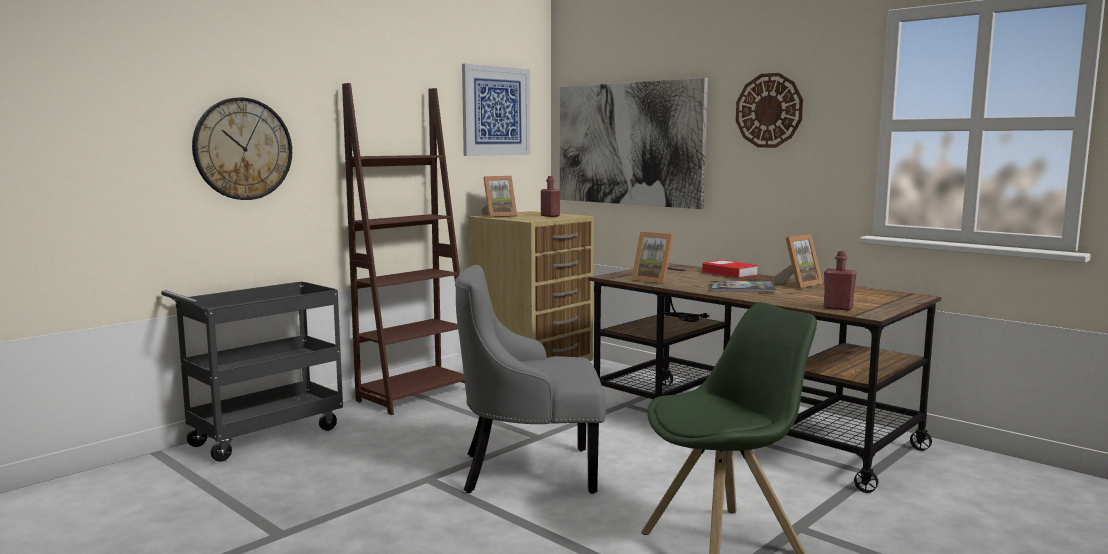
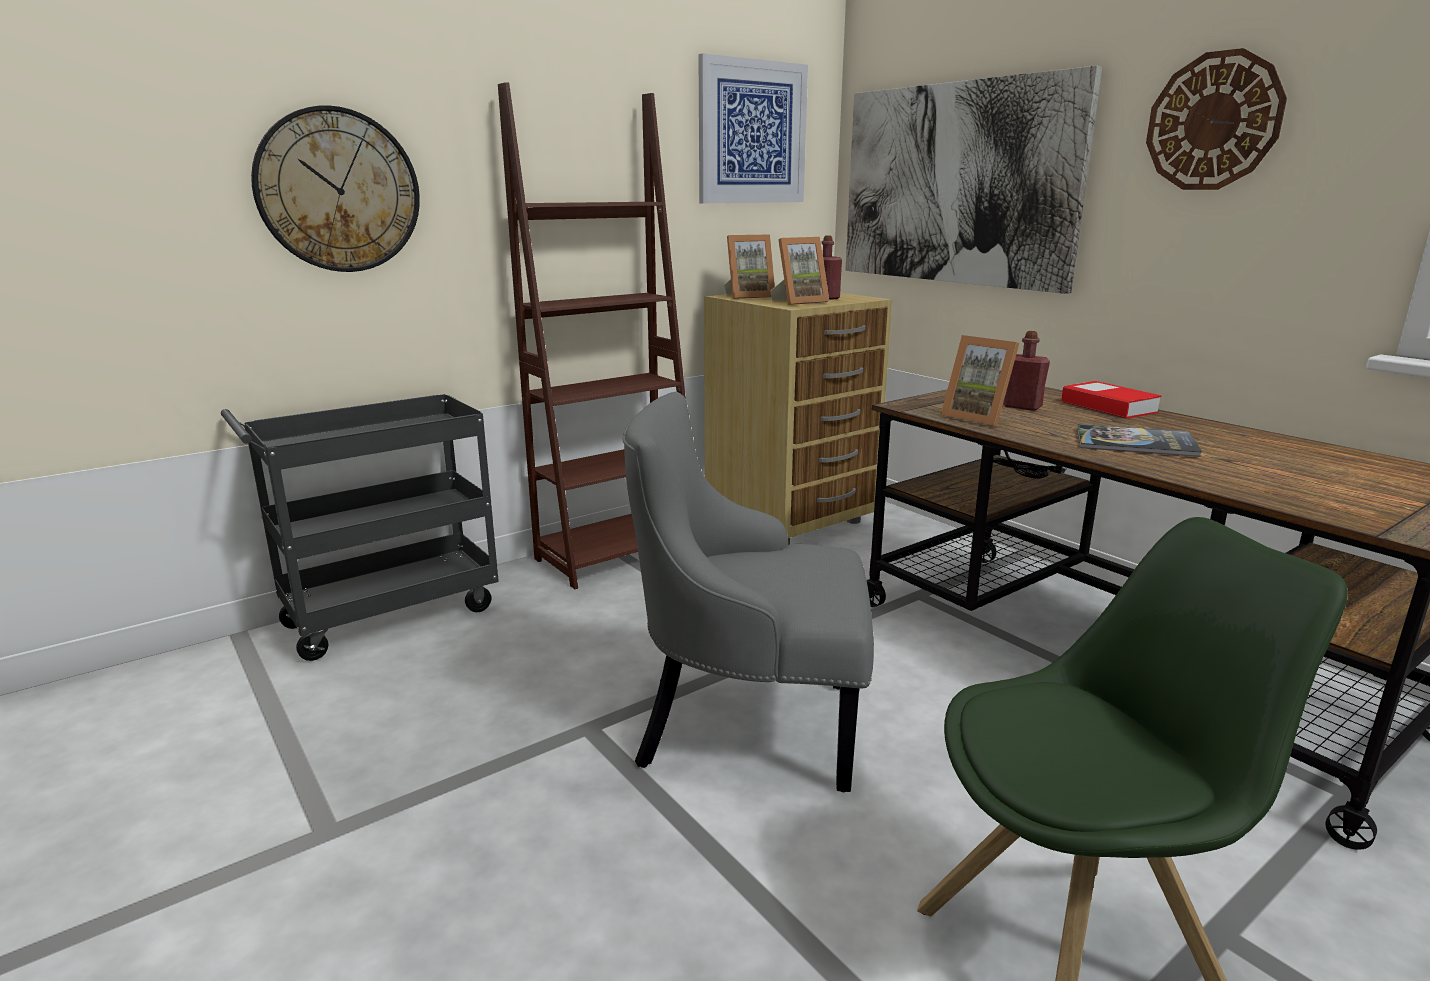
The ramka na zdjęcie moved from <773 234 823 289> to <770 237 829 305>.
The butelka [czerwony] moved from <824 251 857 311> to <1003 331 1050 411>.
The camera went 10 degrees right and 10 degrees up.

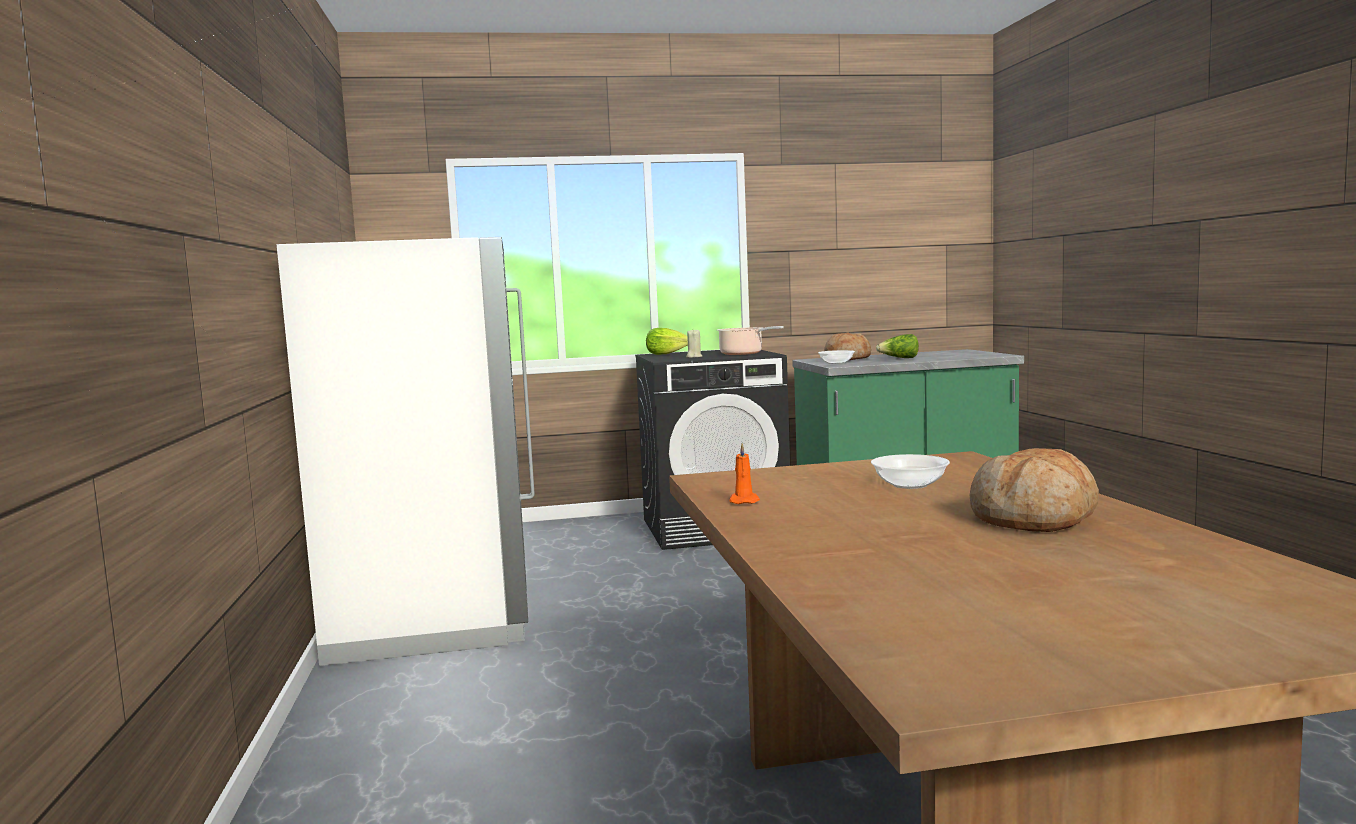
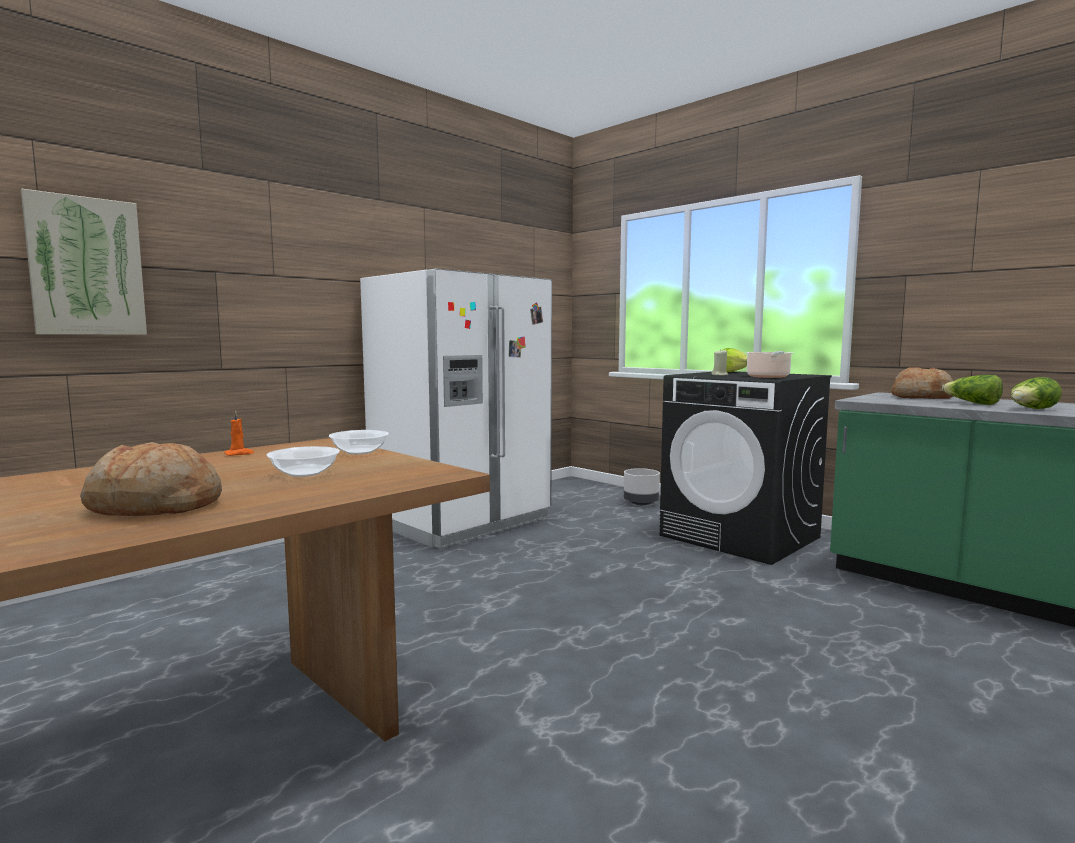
The miska moved from <818 350 855 364> to <329 430 389 454>.
The obraz at <21 189 147 335> appeared.
The donica [szary] at <624 468 660 505> appeared.
The sałata at <1011 377 1062 409> appeared.
The camera went 55 degrees right and 0 degrees up.

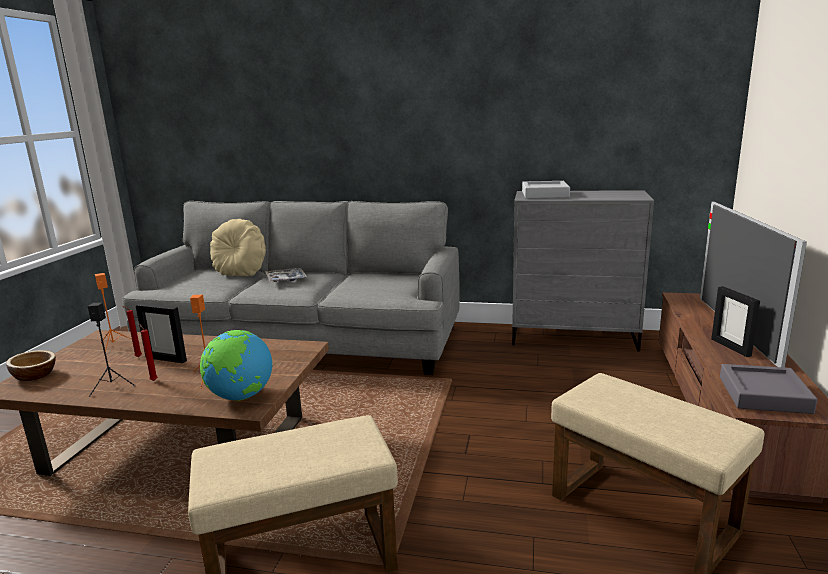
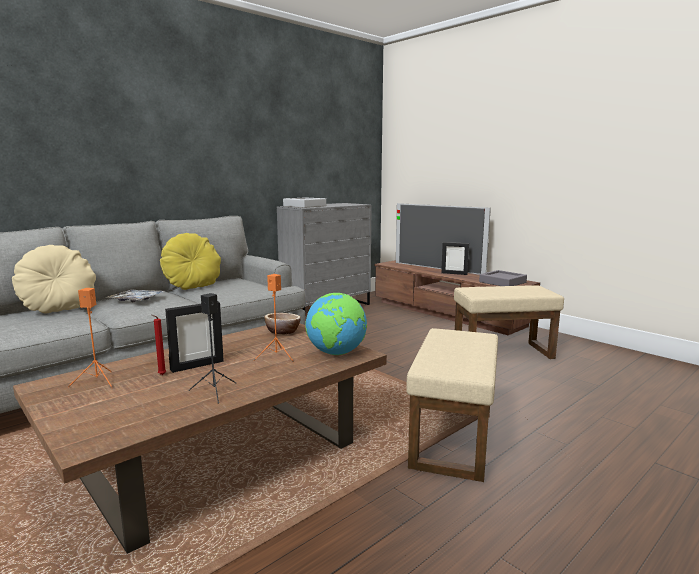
The miska moved from <6 350 56 381> to <265 313 301 334>.
The świeca [czerwony] at <140 324 157 381> disappeared.
The poduszka [żółty] at <160 233 221 290> appeared.
The camera went 55 degrees left and 5 degrees down.

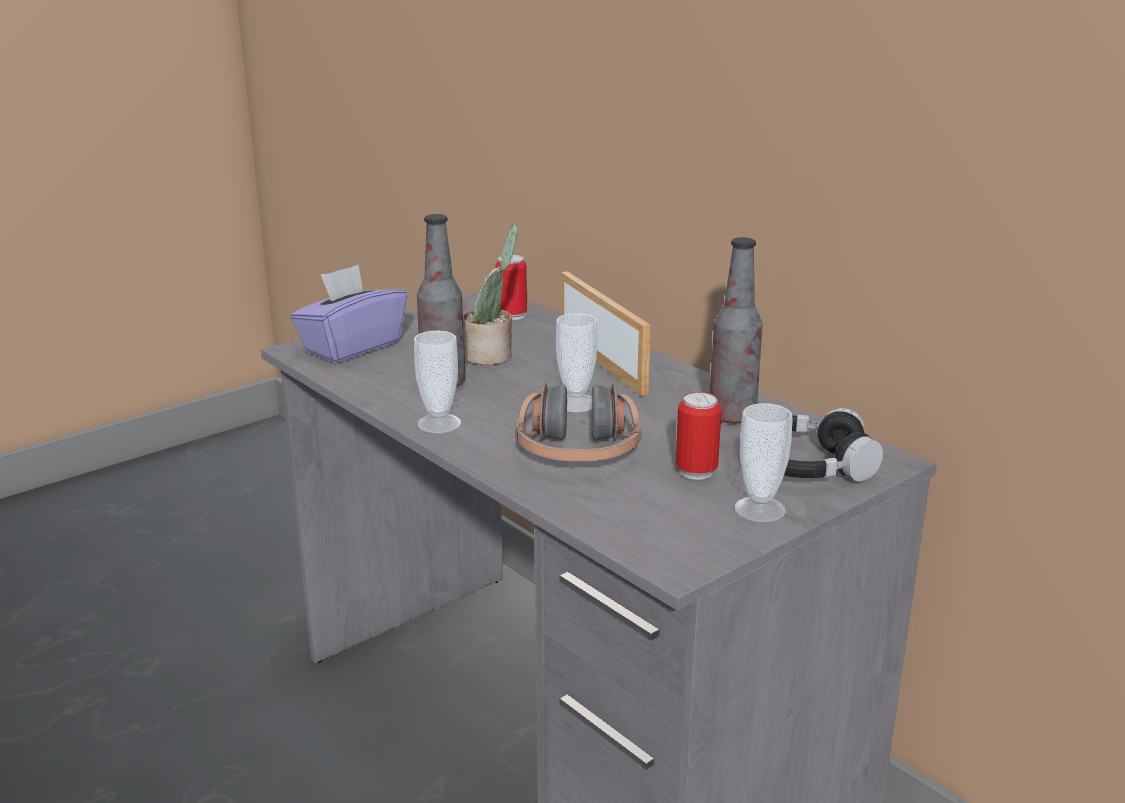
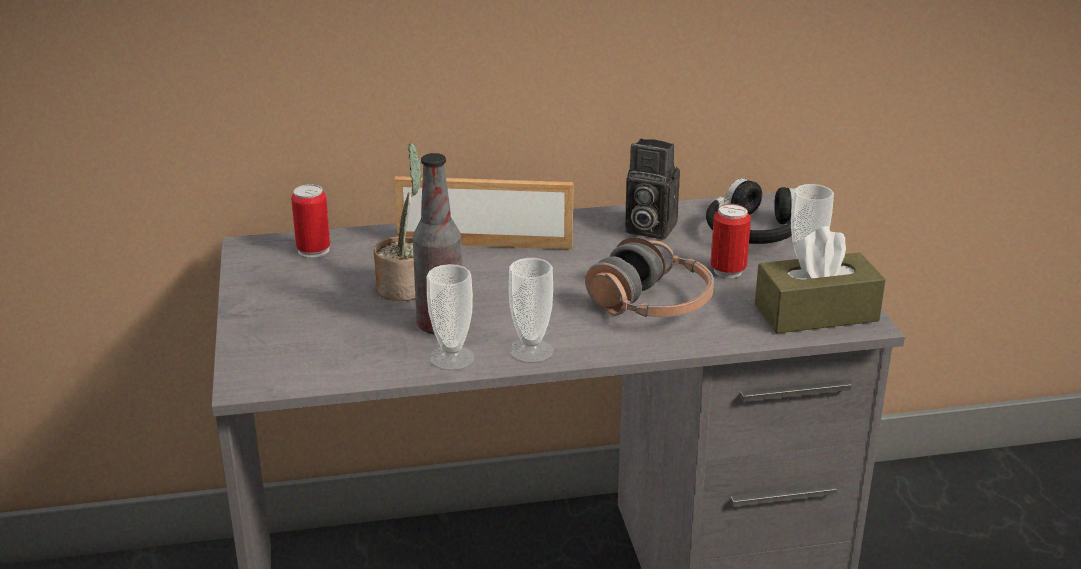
The pudełko chusteczek [fioletowy] at <290 265 407 363> disappeared.
The filiżanka moved from <556 313 597 412> to <427 264 475 370>.
The butelka at <710 237 763 423> was replaced by the aparat fotograficzny at <625 139 680 240>.
The pudełko chusteczek [brązowy] at <755 226 886 334> appeared.
The camera went 60 degrees left and 5 degrees up.

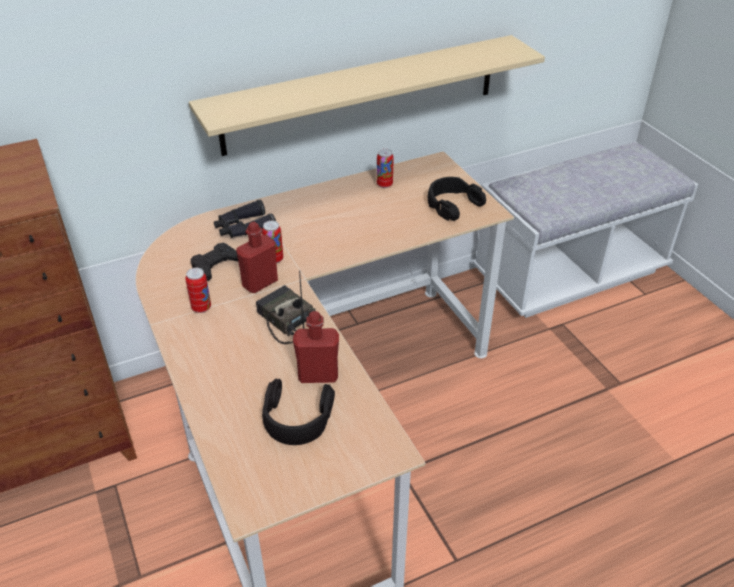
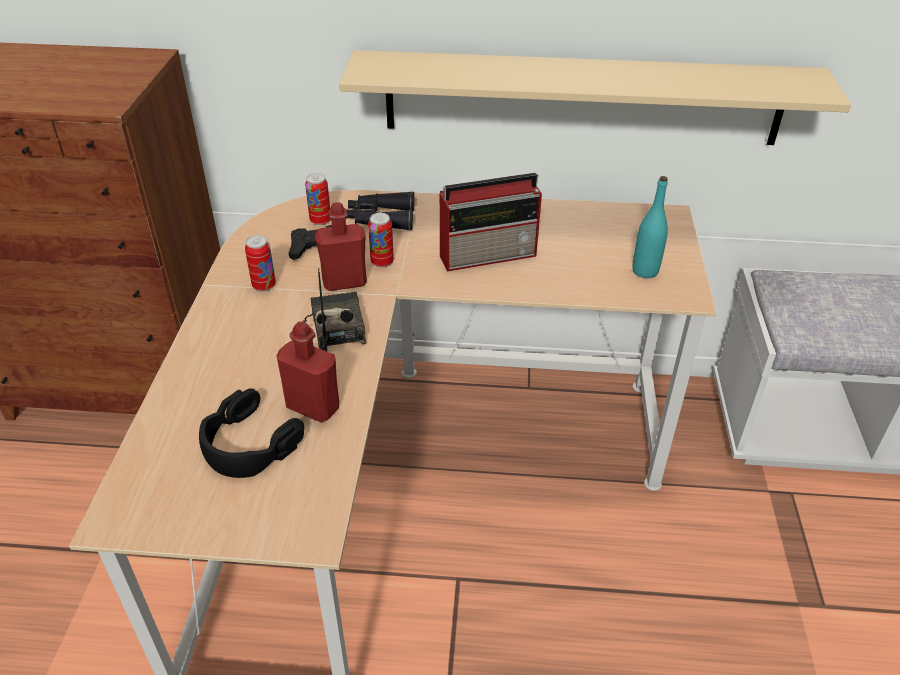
The puszka moved from <377 149 394 188> to <305 173 330 225>.
The słuchawki [czarny] at <428 177 486 221> was replaced by the butelka [turkusowy] at <633 176 668 278>.
The radio at <440 173 542 271> appeared.
The camera went 30 degrees right and 0 degrees up.

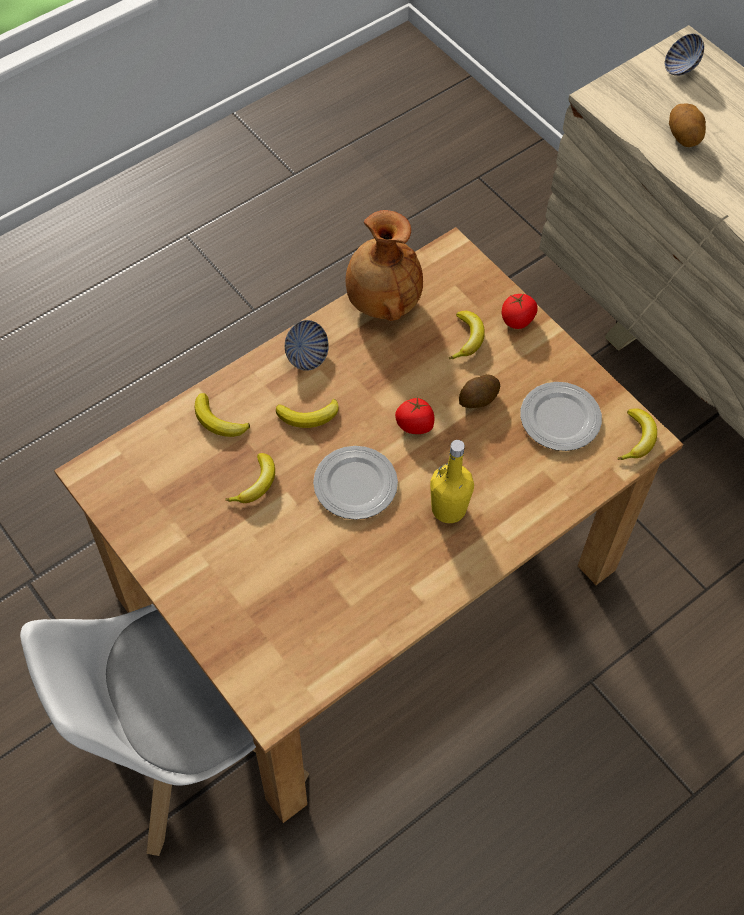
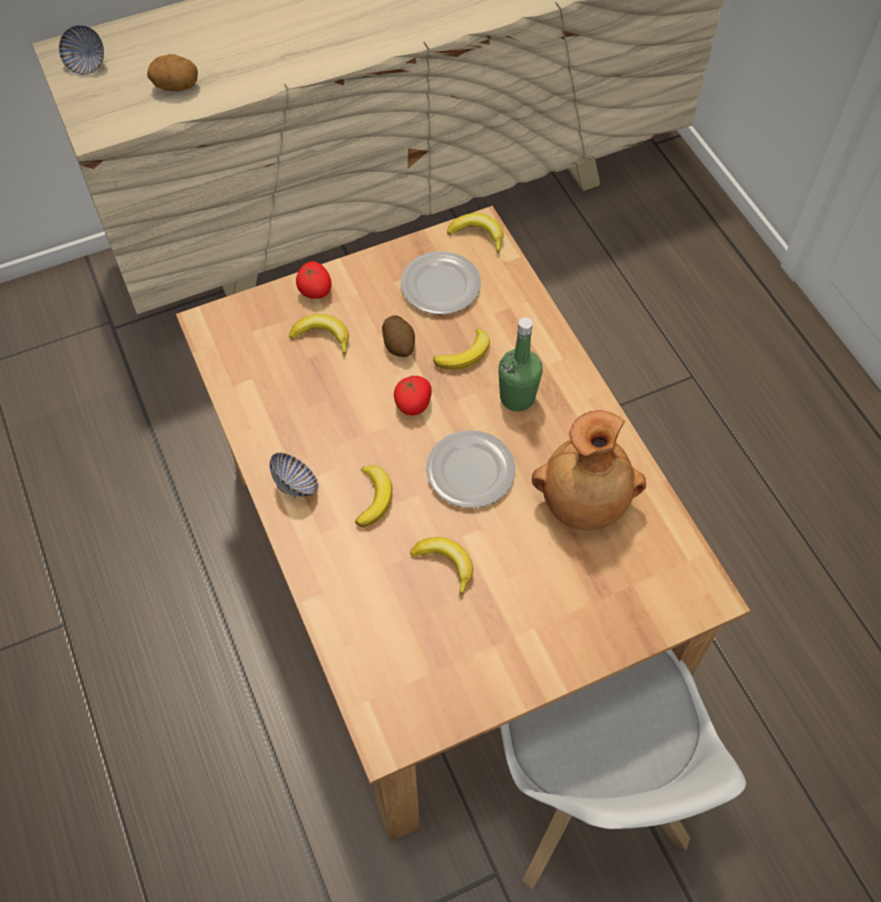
The banan moved from <195 393 250 437> to <433 329 490 370>.
The wazon [brązowy] moved from <346 210 423 321> to <532 410 646 531>.
The butelka [żółty] at <430 440 474 523> became the butelka [zielony] at <498 317 543 411>.
The camera went 75 degrees left and 0 degrees up.

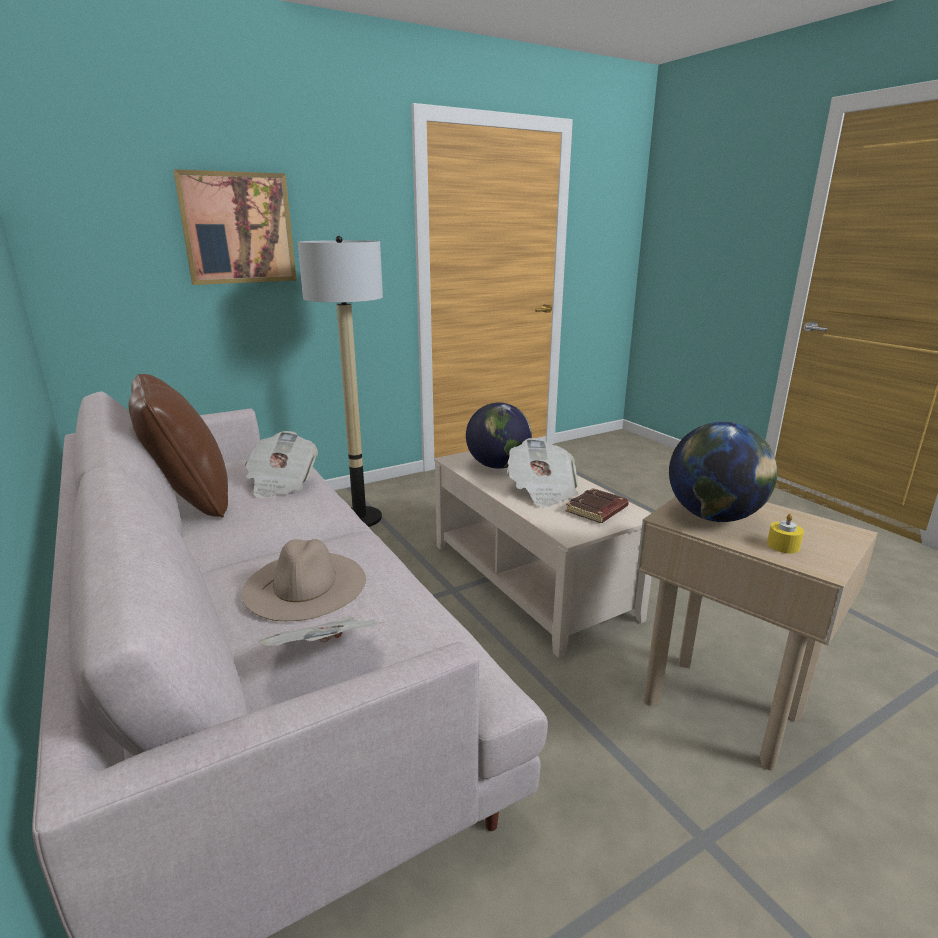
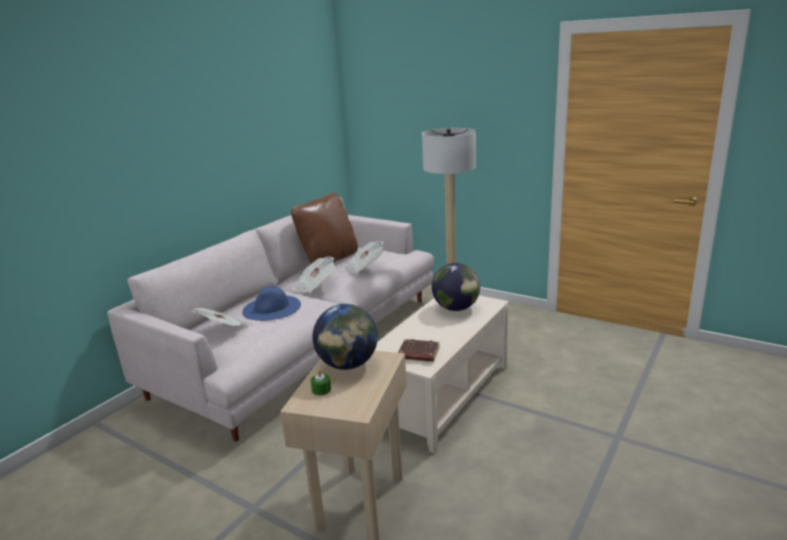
The obraz at <173 169 296 285> disappeared.
The kapelusz [beżowy] at <242 539 366 621> became the kapelusz [niebieski] at <242 286 301 321>.
The gazeta moved from <507 438 578 508> to <292 256 336 293>.
The świeca [żółty] at <767 514 804 553> became the świeca [zielony] at <311 370 331 395>.
The camera went 65 degrees right and 0 degrees up.

